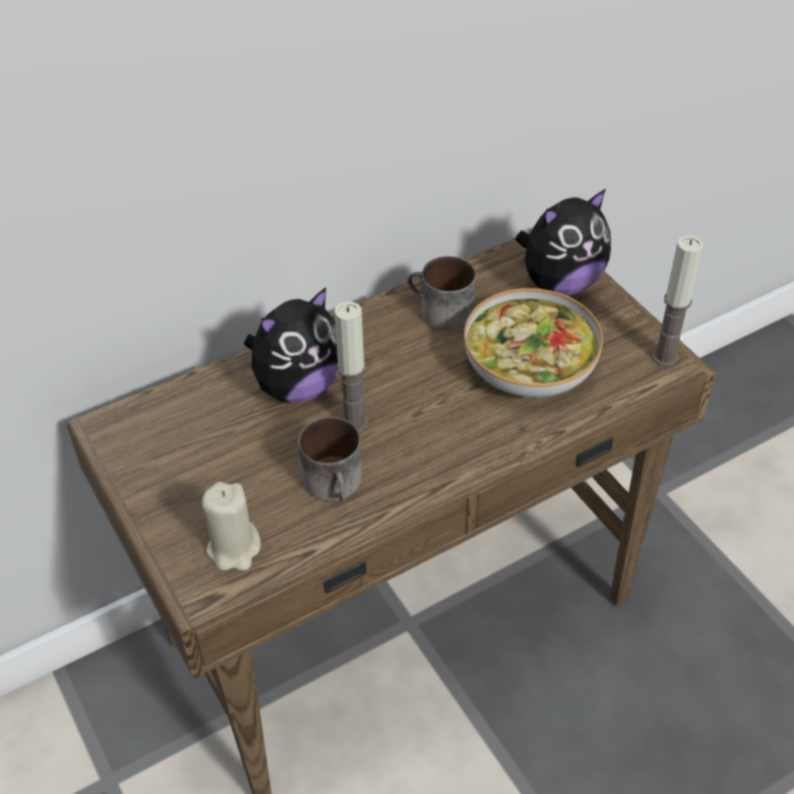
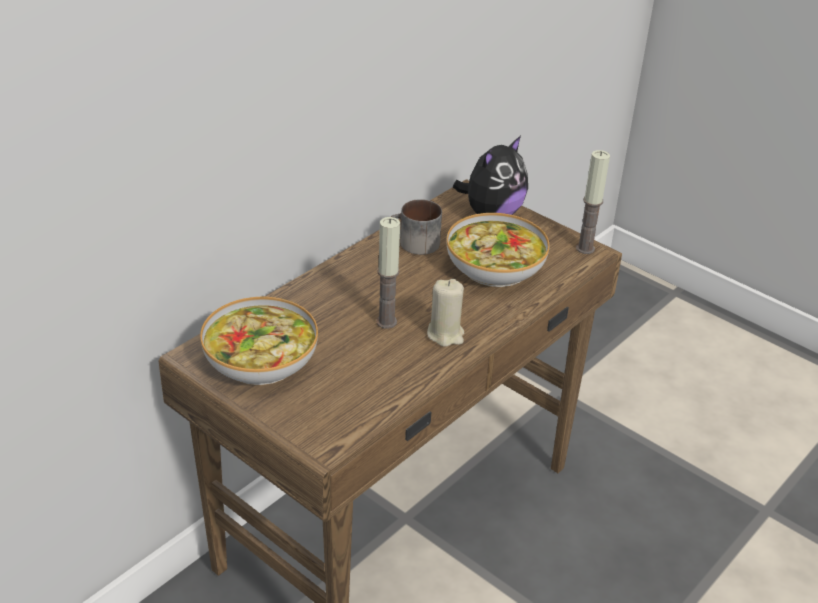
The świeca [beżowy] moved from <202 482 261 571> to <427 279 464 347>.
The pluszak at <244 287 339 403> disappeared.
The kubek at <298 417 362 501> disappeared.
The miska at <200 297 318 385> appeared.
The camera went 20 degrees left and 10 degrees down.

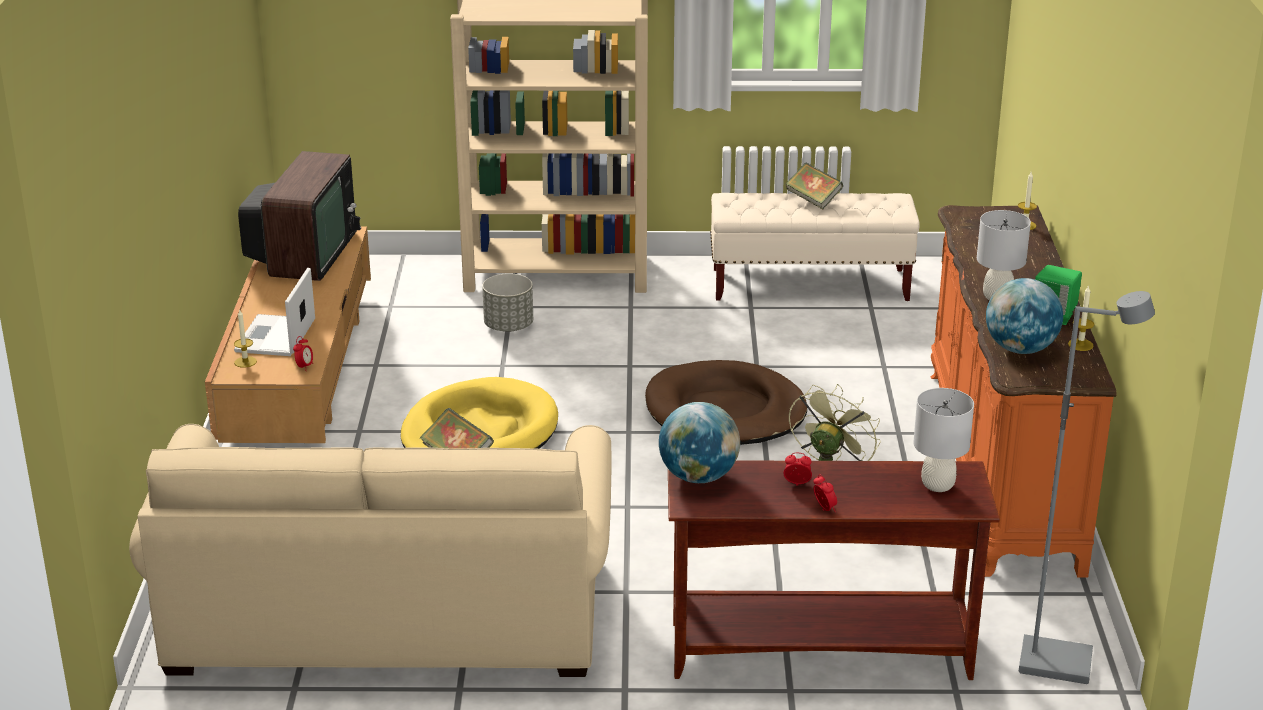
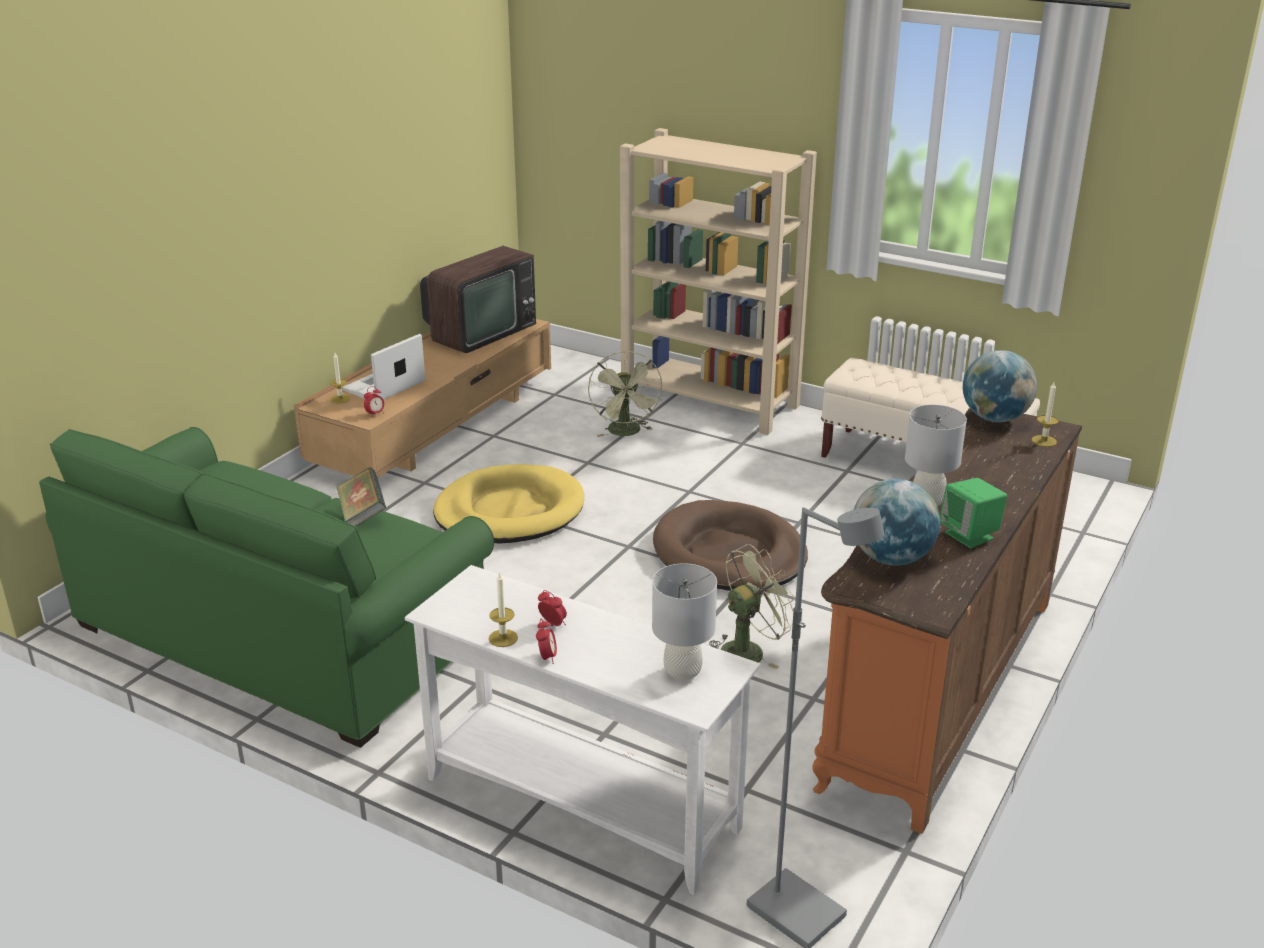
The kanapa [beżowy] at <129 424 612 677> became the kanapa [zielony] at <39 427 494 748>.
The donica [szary] at <482 273 533 332> was replaced by the wentylator [zielony] at <588 351 662 437>.
The globus moved from <659 402 740 483> to <963 350 1037 422>.
The stolik konsolowy [brązowy] at <668 460 1000 680> became the stolik konsolowy [biały] at <405 565 761 895>.
The książka at <786 163 843 209> disappeared.
The świeca moved from <1068 285 1094 351> to <488 572 518 647>.
The camera went 30 degrees right and 0 degrees up.

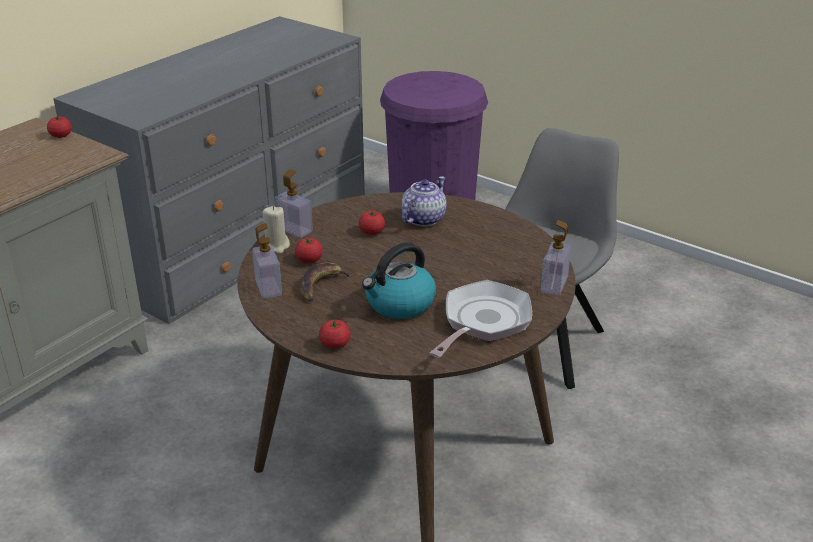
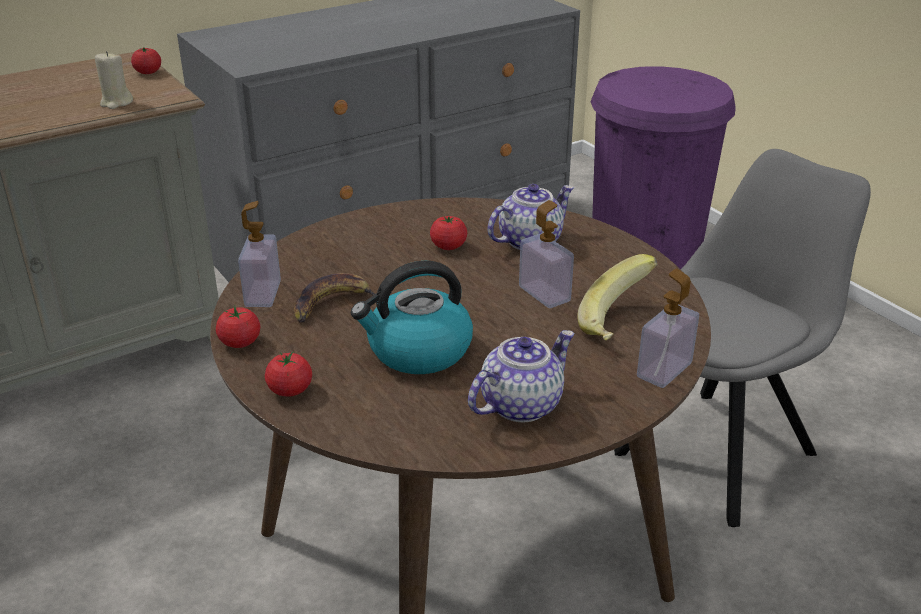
The świeca [beżowy] moved from <263 206 290 254> to <95 51 133 109>.
The dozownik mydła moved from <274 169 313 238> to <519 200 574 308>.
The pomidor moved from <295 237 323 263> to <216 306 260 348>.
The patelnia at <430 280 532 357> was replaced by the imbryk at <468 330 575 422>.
The banan at <577 254 657 341> appeared.
The camera went 20 degrees right and 0 degrees up.

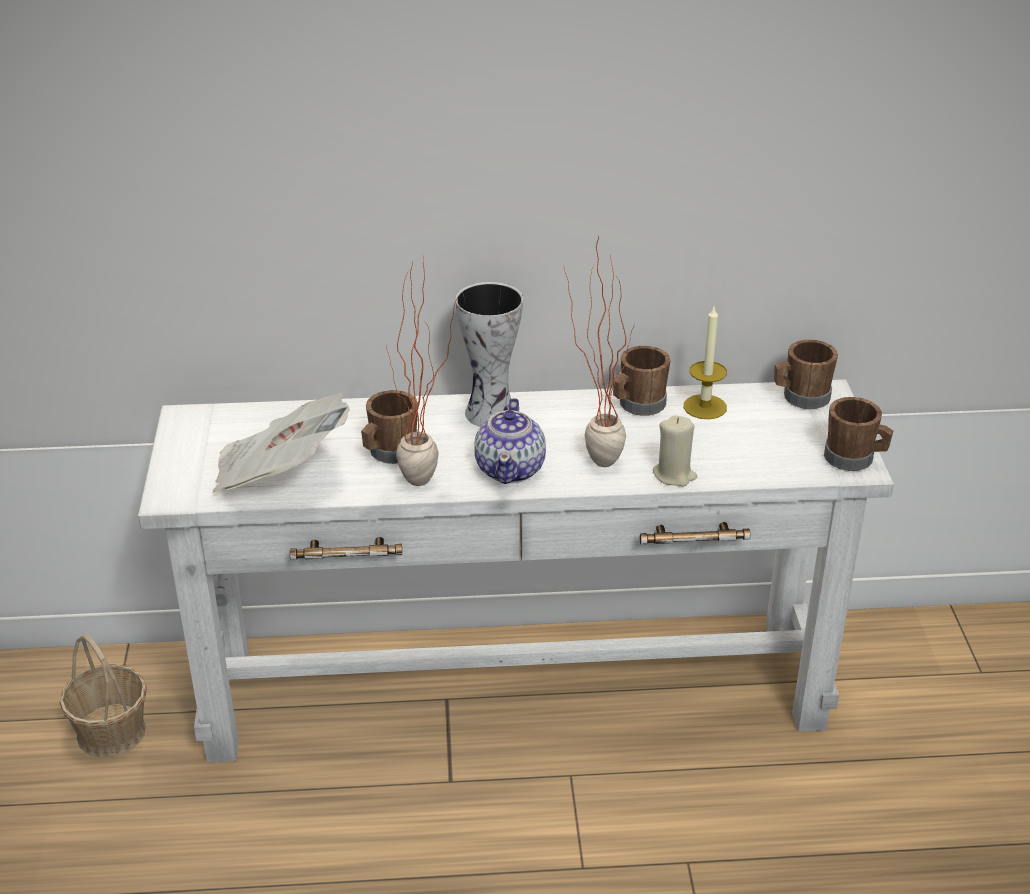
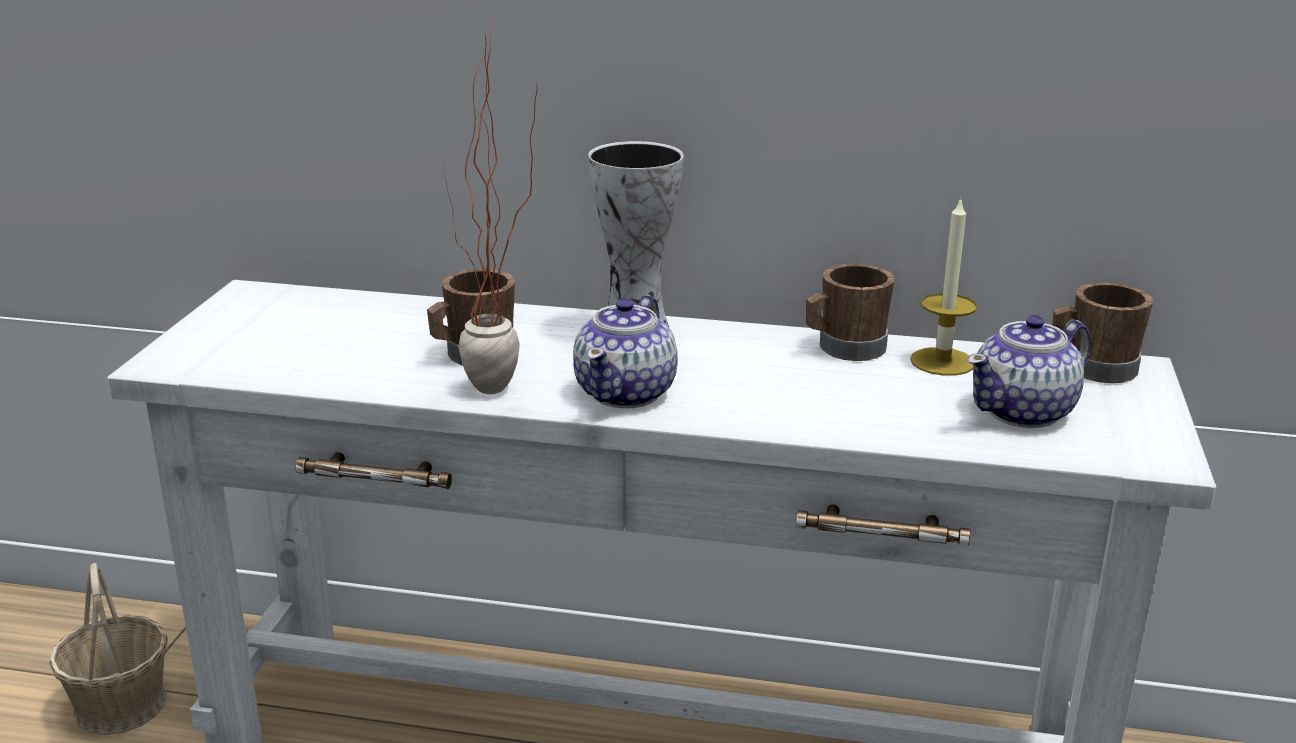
The gazeta at <213 393 350 492> disappeared.
The roślina doniczkowa at <564 236 635 467> disappeared.
The świeca [beżowy] at <653 415 697 487> disappeared.
The kubek [brązowy] at <824 397 893 471> disappeared.
The imbryk at <967 315 1091 428> appeared.
The camera went 15 degrees right and 10 degrees down.

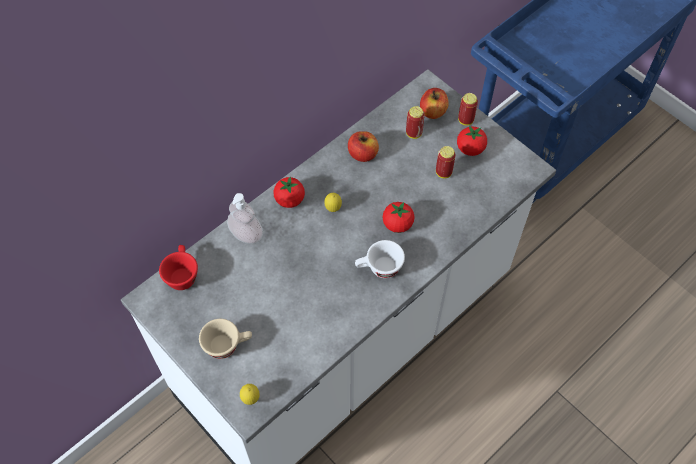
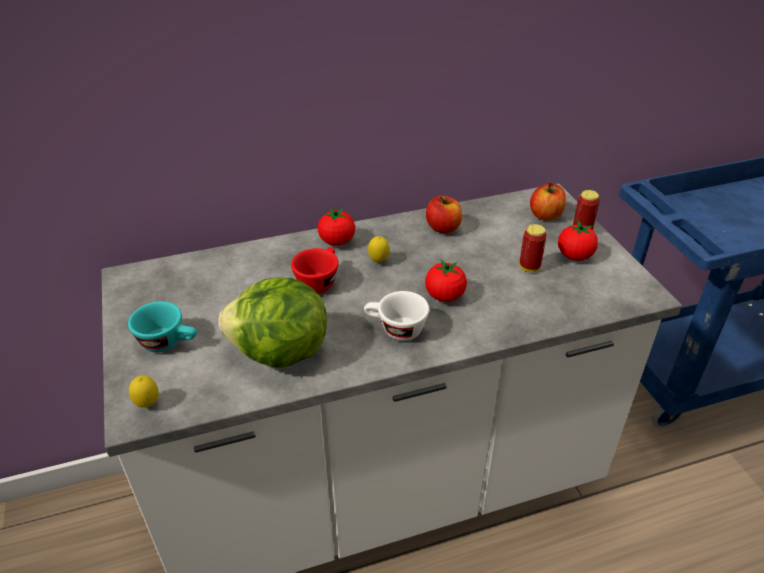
The filiżanka [czerwony] moved from <159 245 198 290> to <291 247 339 293>.
The filiżanka [beżowy] at <199 319 252 359> became the filiżanka [turkusowy] at <128 301 197 352>.
The dozownik mydła at <227 193 263 244> disappeared.
The puszka at <406 106 425 139> disappeared.
The sałata at <218 278 327 368> appeared.
The camera went 25 degrees right and 20 degrees down.

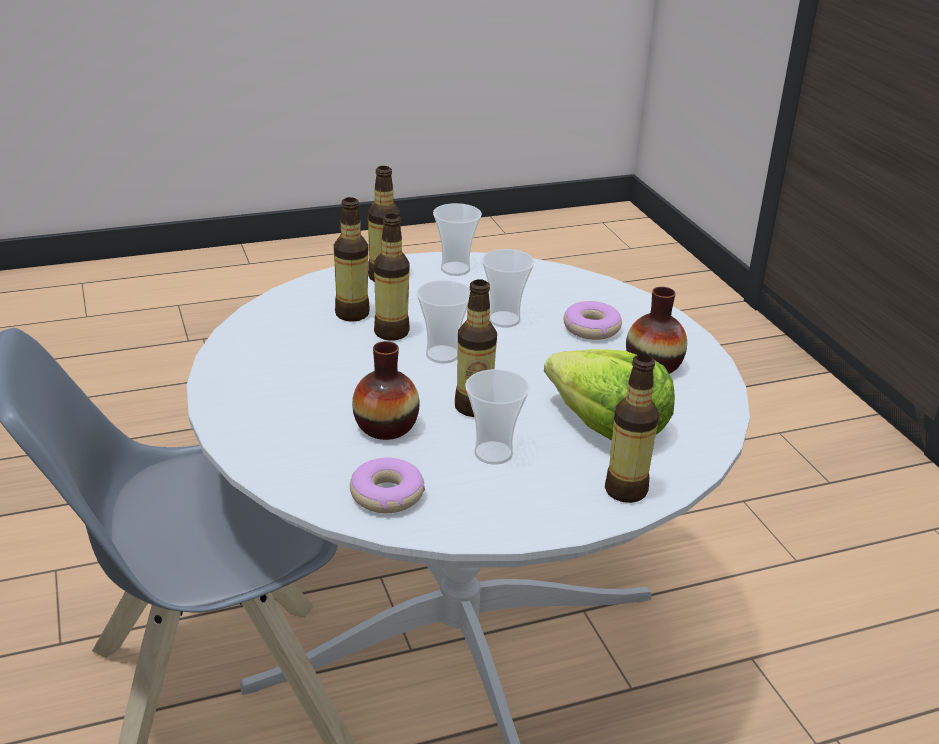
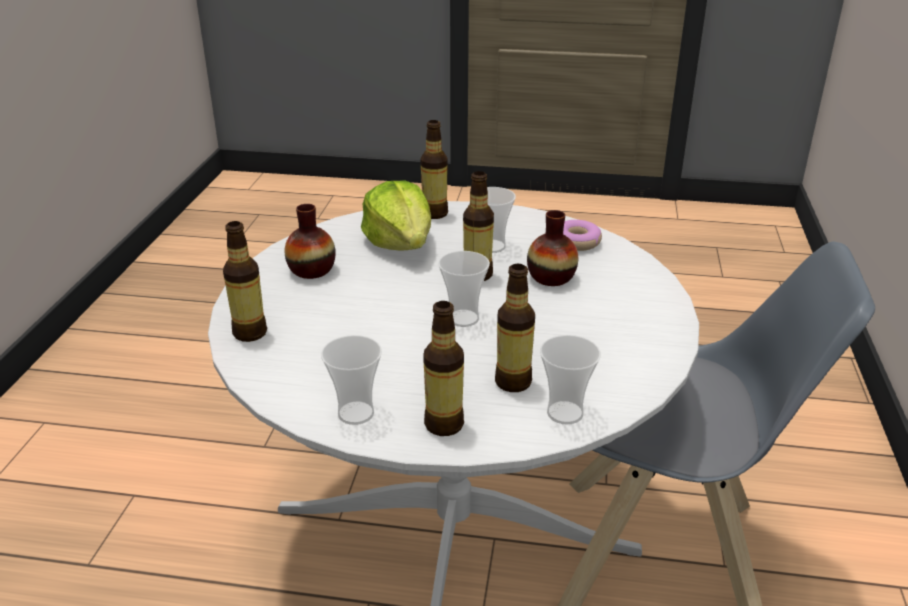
The butelka moved from <374 214 410 341> to <223 221 267 342>.
The filiżanka moved from <482 249 535 328> to <540 335 601 424>.
The donut at <563 301 622 340> disappeared.
The camera went 150 degrees left and 0 degrees up.

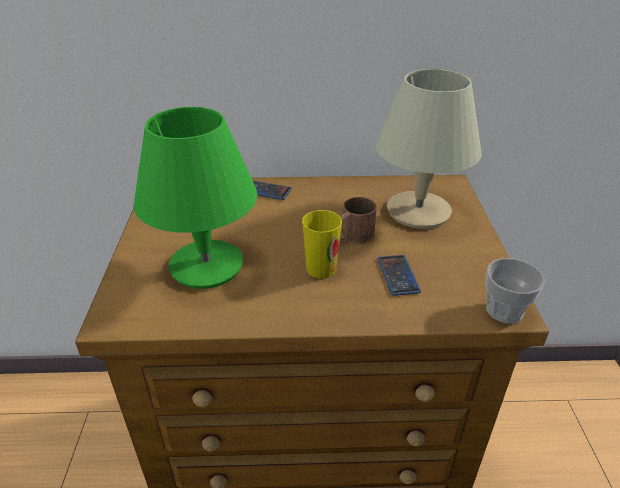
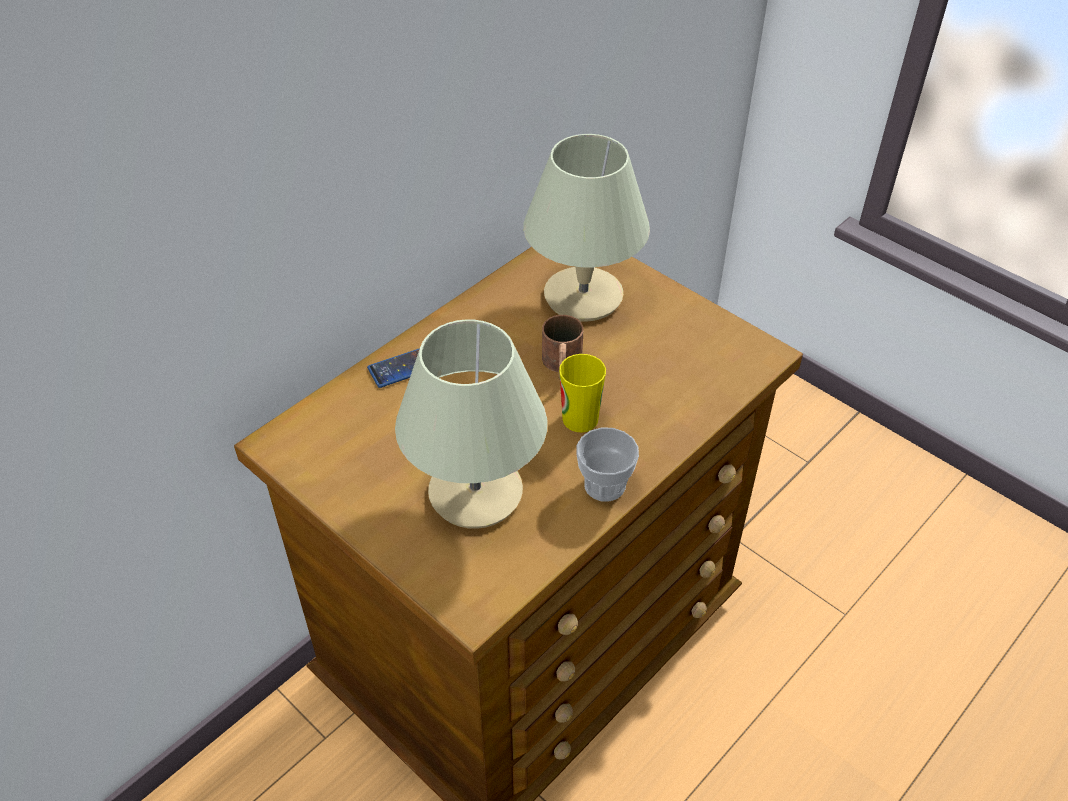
The lampa stołowa [zielony] at <134 107 257 289> became the lampa stołowa [beżowy] at <395 319 547 529>.
The telefon at <378 255 421 296> disappeared.
The filiżanka moved from <485 258 545 323> to <576 428 639 502>.
The camera went 45 degrees left and 10 degrees up.

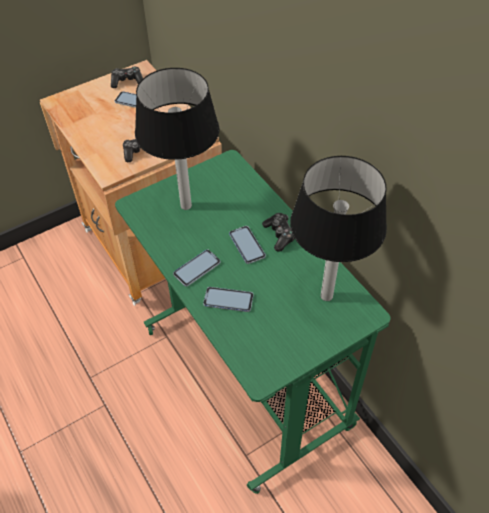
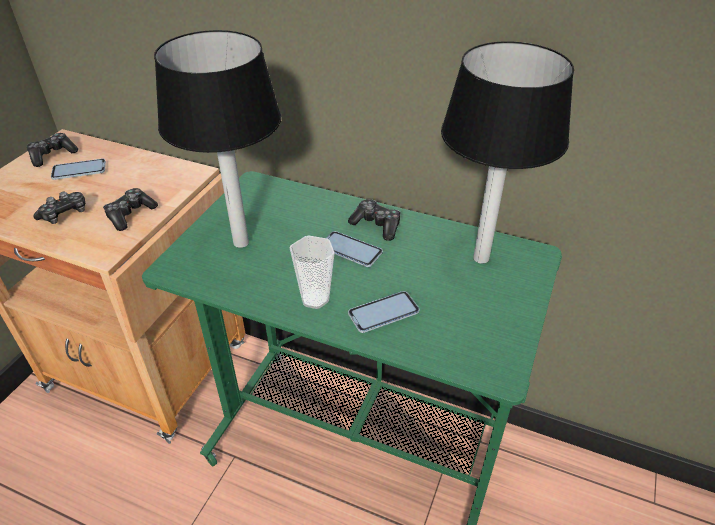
The telefon at <173 250 221 286> was replaced by the filiżanka at <289 236 335 309>.
The pad do gier at <33 192 85 224> appeared.
The camera went 35 degrees left and 10 degrees down.

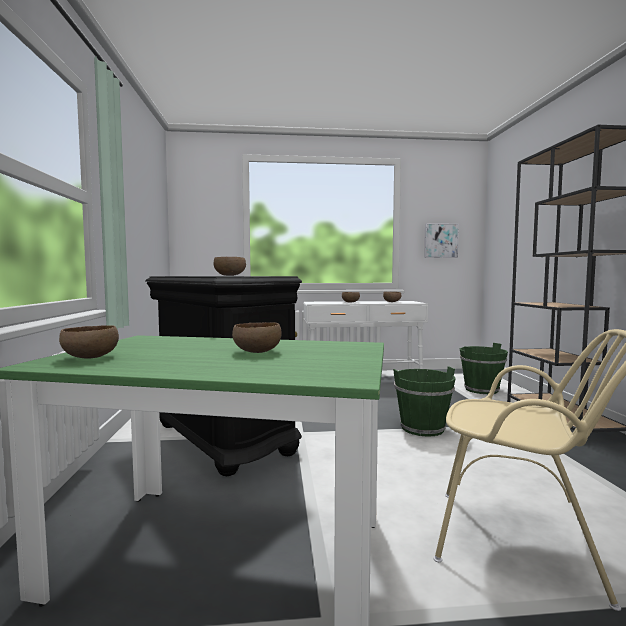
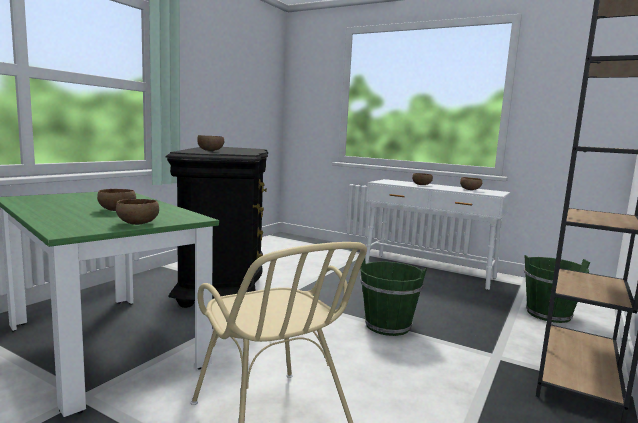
The miska [brązowy] moved from <59 325 119 358> to <116 199 159 225>.
The obraz at <424 223 459 258> disappeared.
The camera went 35 degrees right and 5 degrees up.

